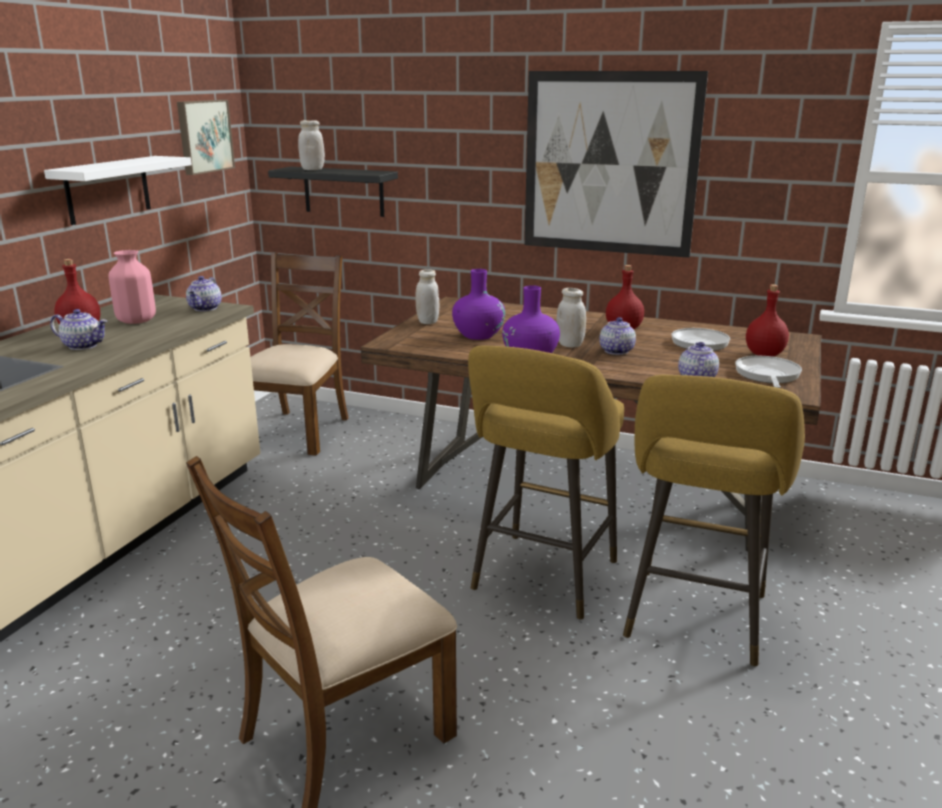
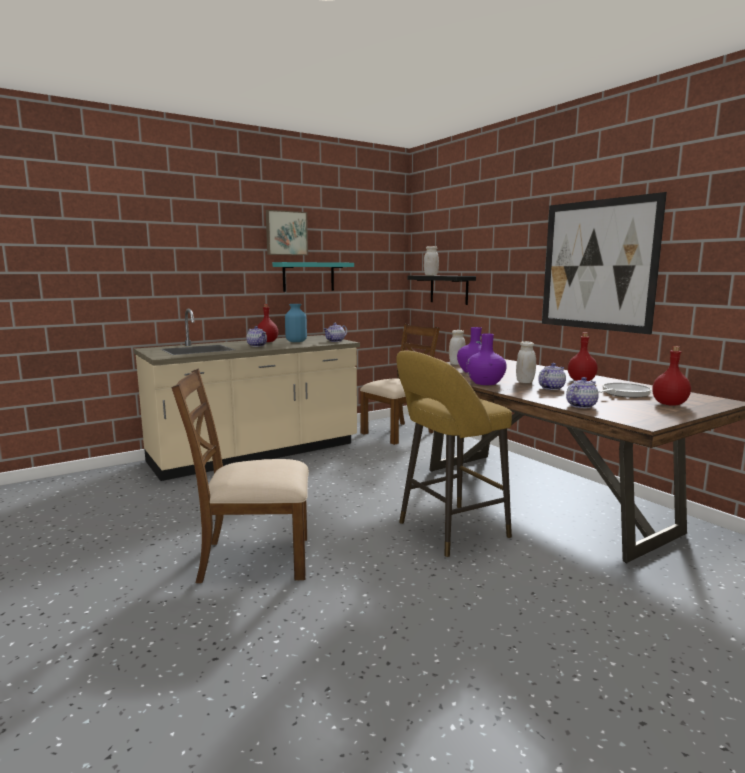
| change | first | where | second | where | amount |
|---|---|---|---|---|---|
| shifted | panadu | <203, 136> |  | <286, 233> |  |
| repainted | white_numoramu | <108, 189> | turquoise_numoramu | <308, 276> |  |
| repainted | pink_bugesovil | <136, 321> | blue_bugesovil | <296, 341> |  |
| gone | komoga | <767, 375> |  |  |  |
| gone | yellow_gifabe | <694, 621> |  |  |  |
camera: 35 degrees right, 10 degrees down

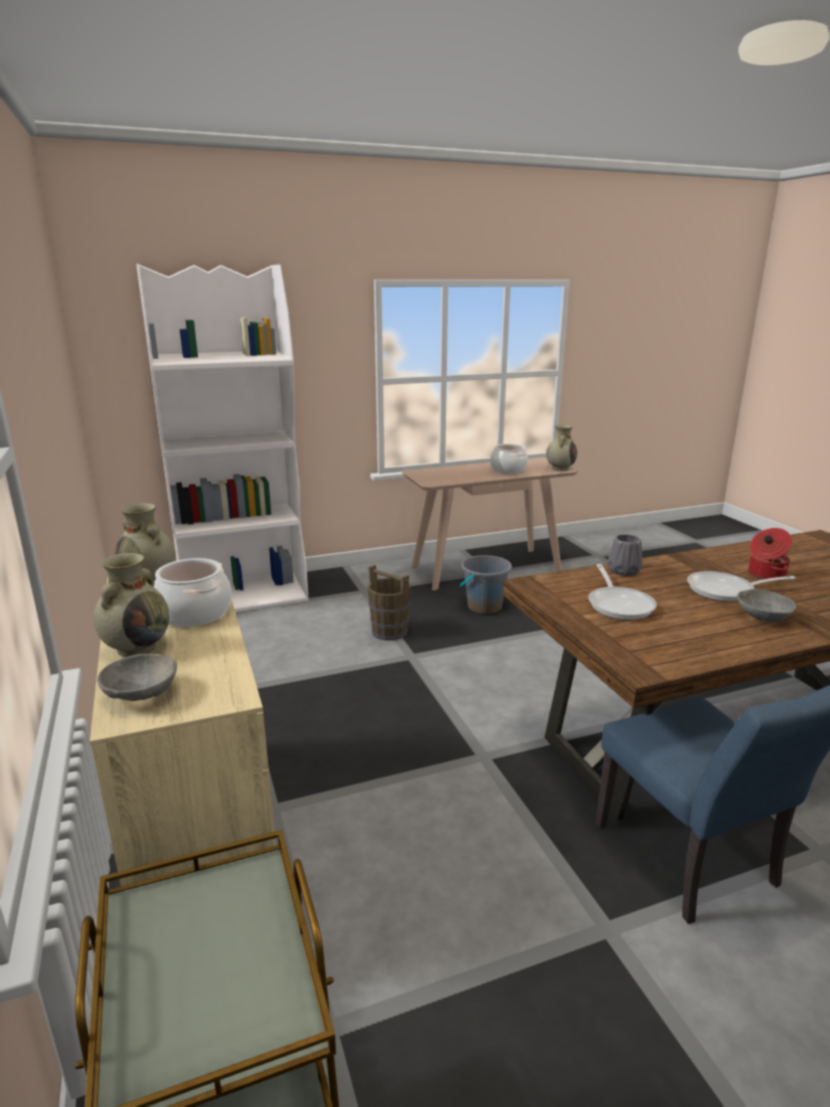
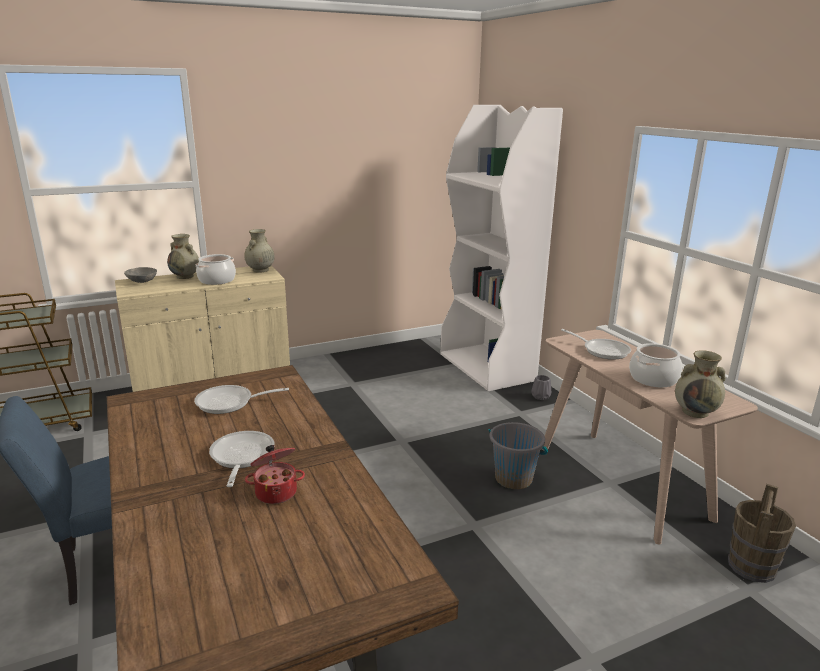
| change | first | where | second | where | amount |
|---|---|---|---|---|---|
| shifted | grey_bugesovil | <622, 571> |  | <541, 396> |  |
| shifted | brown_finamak | <389, 632> |  | <751, 566> |  |
| gone | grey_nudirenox | <761, 618> |  |  |  |
| new |  |  | komoga | <602, 350> |  |
camera: 85 degrees right, 0 degrees up

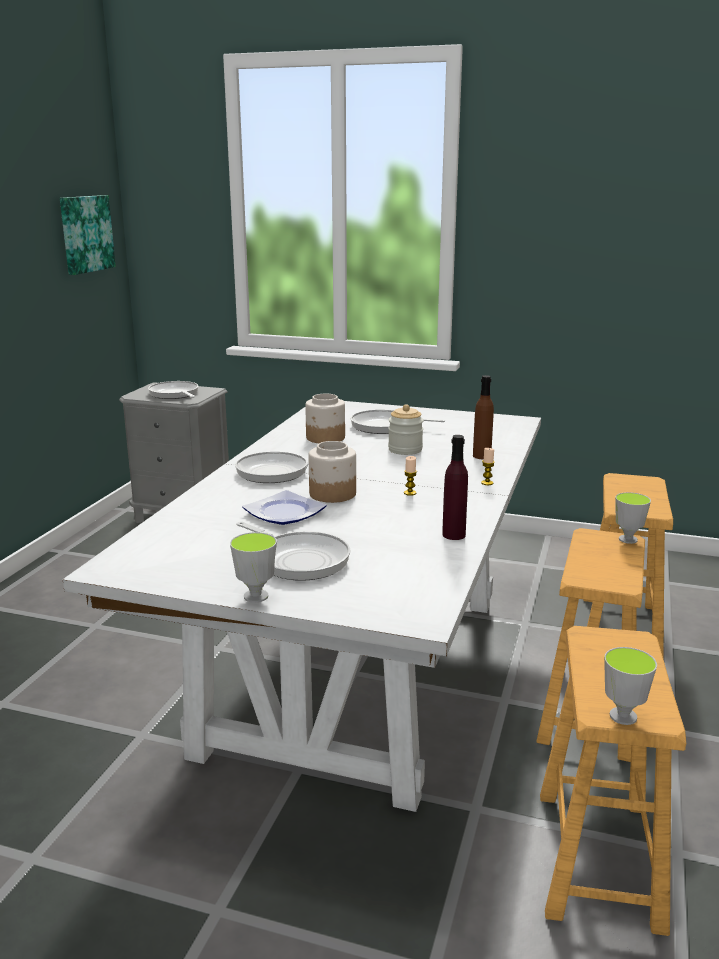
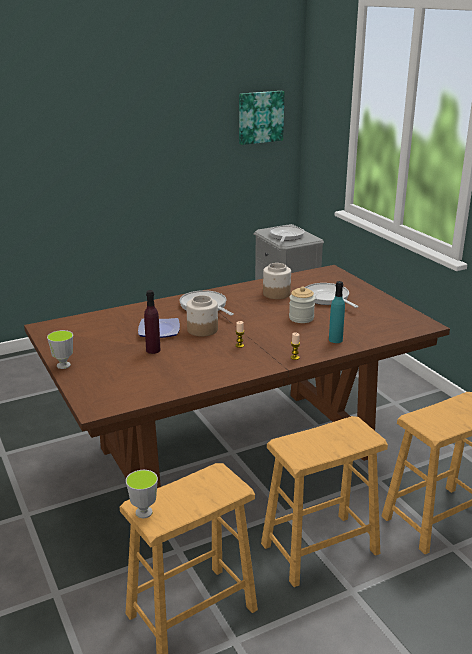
| change | first | where | second | where | amount |
|---|---|---|---|---|---|
| repainted | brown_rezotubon | <481, 456> | turquoise_rezotubon | <335, 340> |  |
| repainted | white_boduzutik | <359, 672> | brown_boduzutik | <234, 453> |  |
| shifted | purple_rezotubon | <453, 535> |  | <153, 350> |  |
| gone | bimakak | <628, 539> |  |  |  |
| gone | komoga | <299, 559> |  |  |  |
camera: 45 degrees right, 5 degrees up

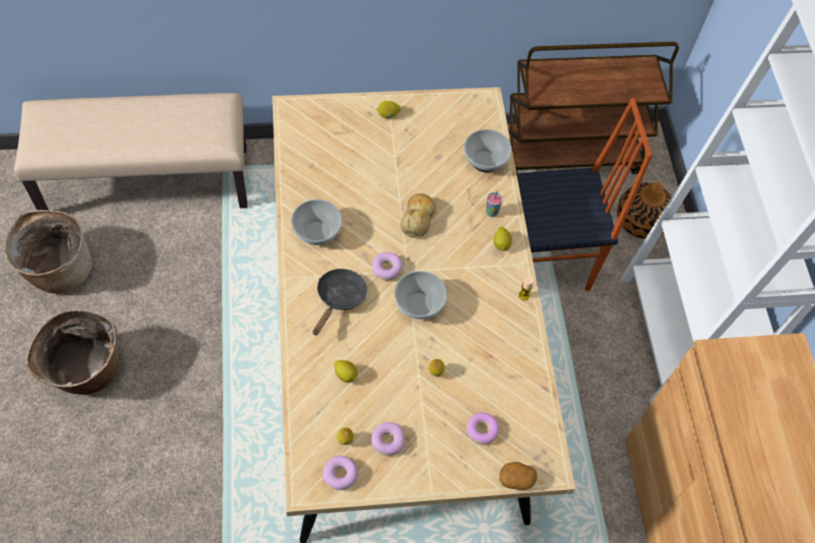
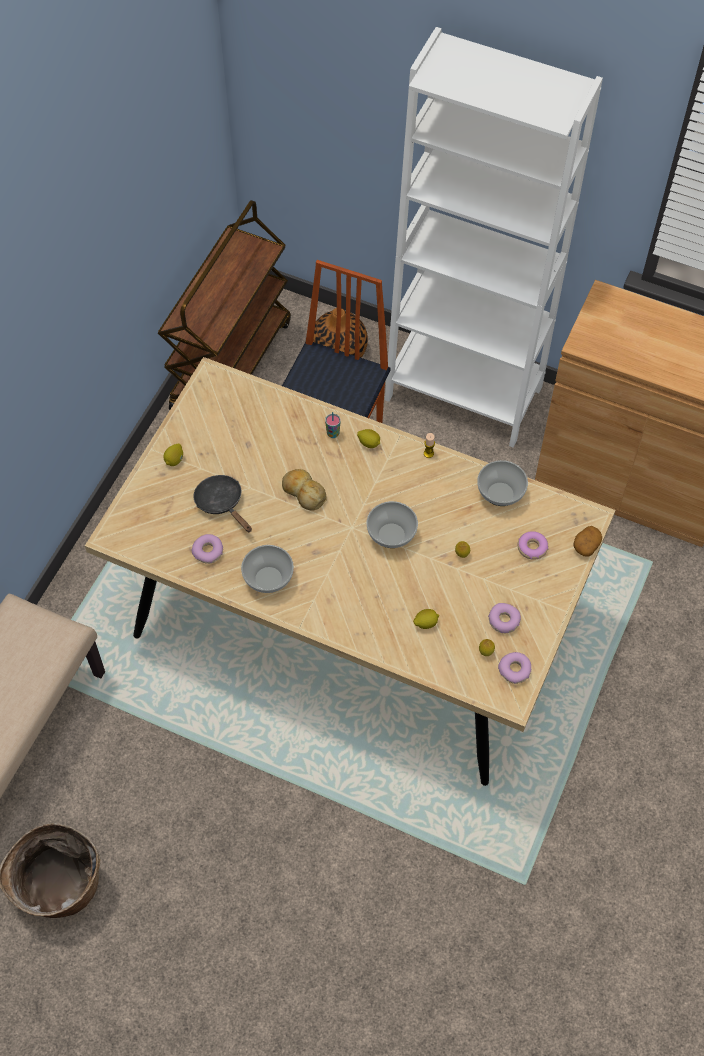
| change | first | where | second | where | amount |
|---|---|---|---|---|---|
| shifted | nudirenox | <484, 162> |  | <500, 495> |  |
| shifted | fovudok | <387, 269> |  | <208, 551> |  |
| shifted | black_komoga | <339, 298> |  | <222, 503> |  |
| gone | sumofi | <85, 372> |  |  |  |
camera: 55 degrees left, 0 degrees up

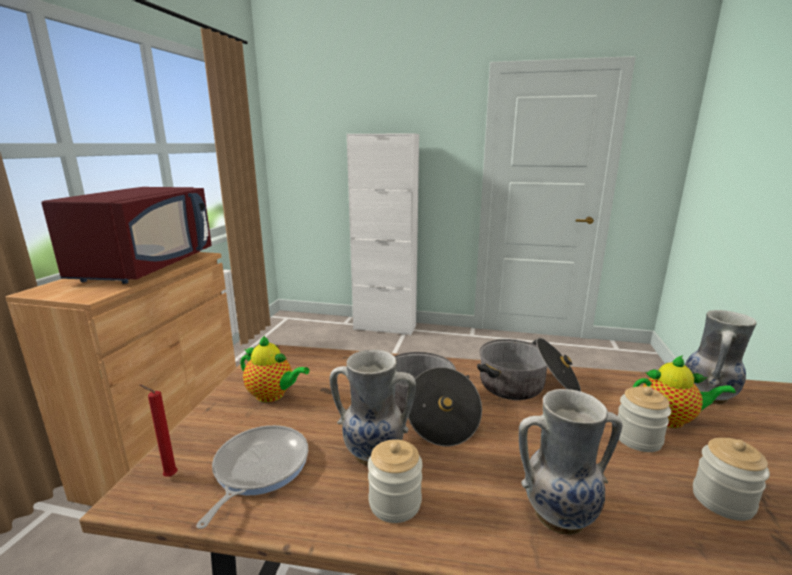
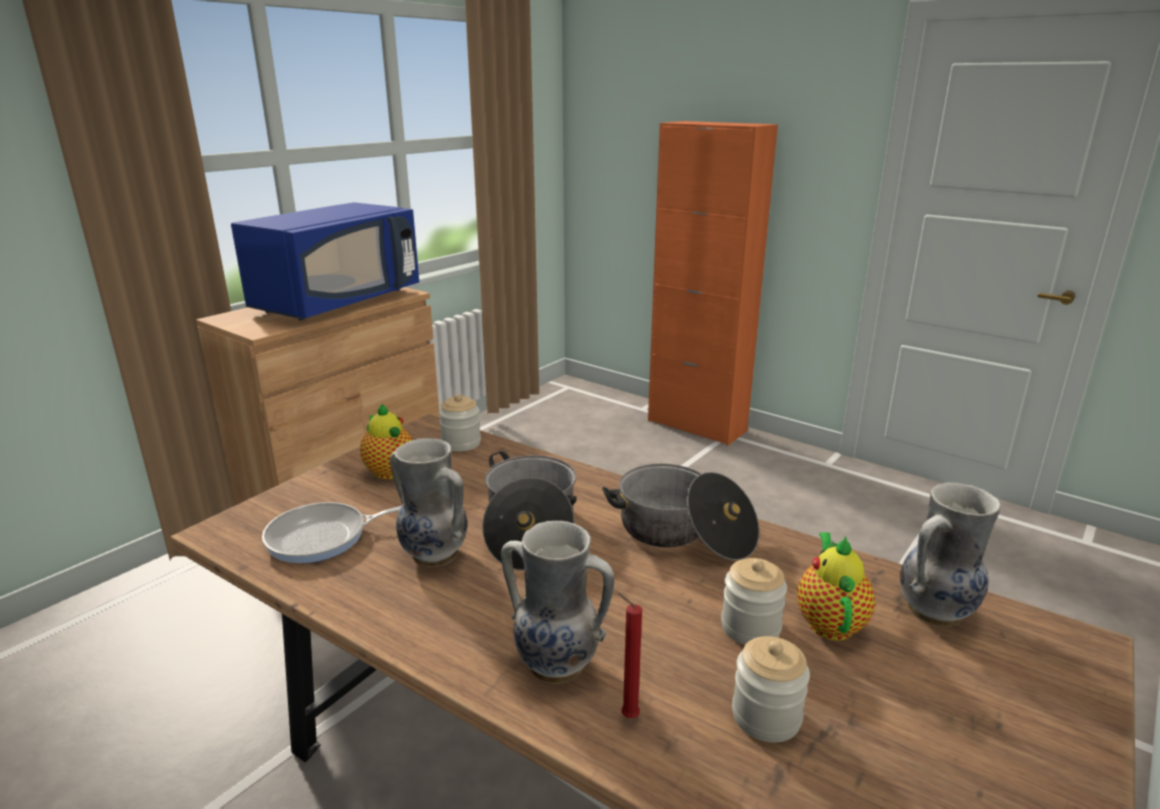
| change | first | where | second | where | amount |
|---|---|---|---|---|---|
| repainted | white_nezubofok | <385, 327> | orange_nezubofok | <696, 426> |  |
| repainted | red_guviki | <147, 267> | blue_guviki | <338, 302> |  |
| rotated | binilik | <670, 419> |  | <829, 621> | 120 degrees counterclockwise |
| shifted | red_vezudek | <168, 476> |  | <627, 716> |  |
| rotated | komoga | <258, 469> |  | <323, 537> | 150 degrees counterclockwise |
| shifted | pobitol | <395, 502> |  | <461, 443> |  |
camera: 25 degrees right, 5 degrees up

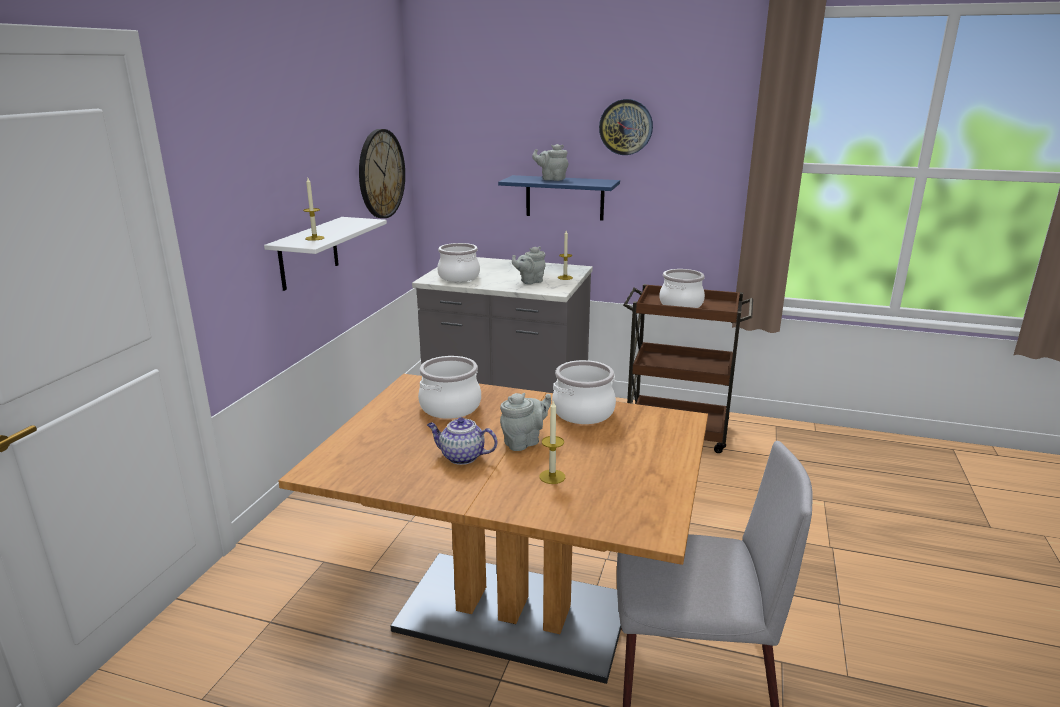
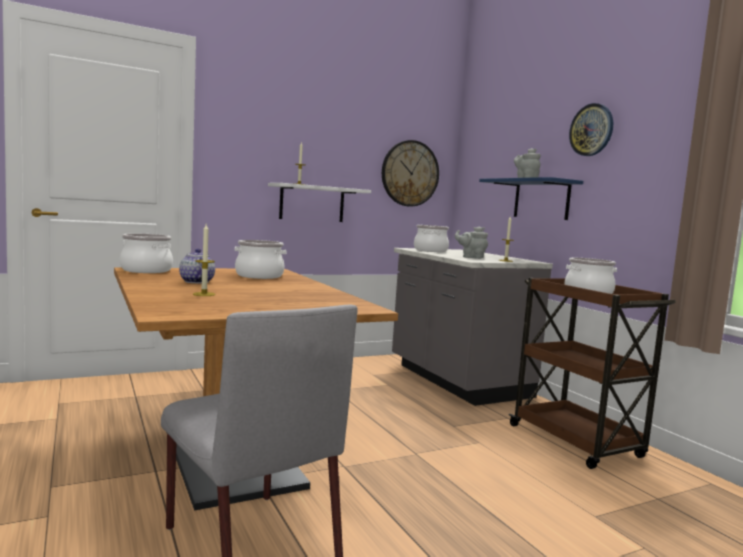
| change | first | where | second | where | amount |
|---|---|---|---|---|---|
| shifted | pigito | <583, 412> |  | <146, 270> |  |
| gone | grey_binilik | <524, 442> |  |  |  |
camera: 45 degrees right, 15 degrees down

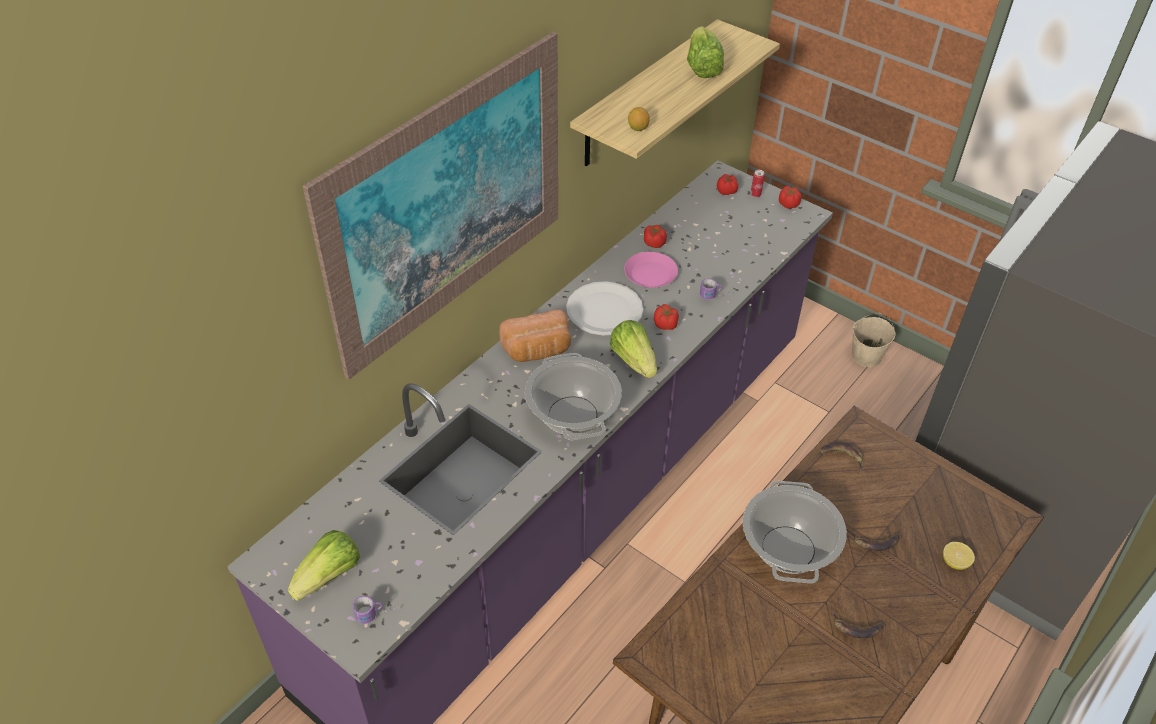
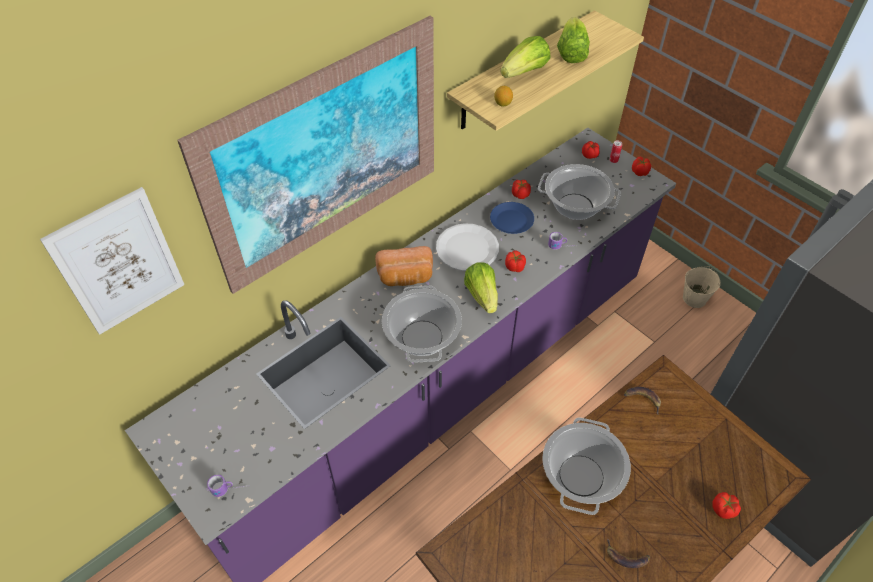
| change | first | where | second | where | amount |
|---|---|---|---|---|---|
| repainted | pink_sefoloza | <650, 274> | blue_sefoloza | <511, 221> |  |
| shifted | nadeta | <329, 576> |  | <525, 72> |  |
| gone | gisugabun | <876, 542> |  |  |  |
| swapped | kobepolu | <955, 562> | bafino | <723, 509> |  |
| new |  |  | pigito | <576, 206> |  |
| new |  |  | panadu | <118, 263> |  |
camera: 10 degrees right, 5 degrees up

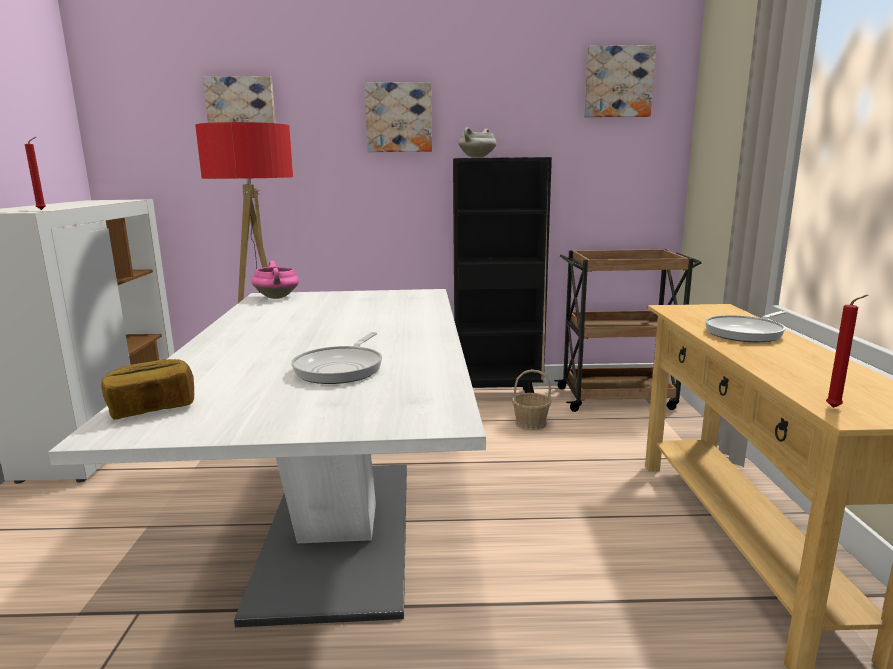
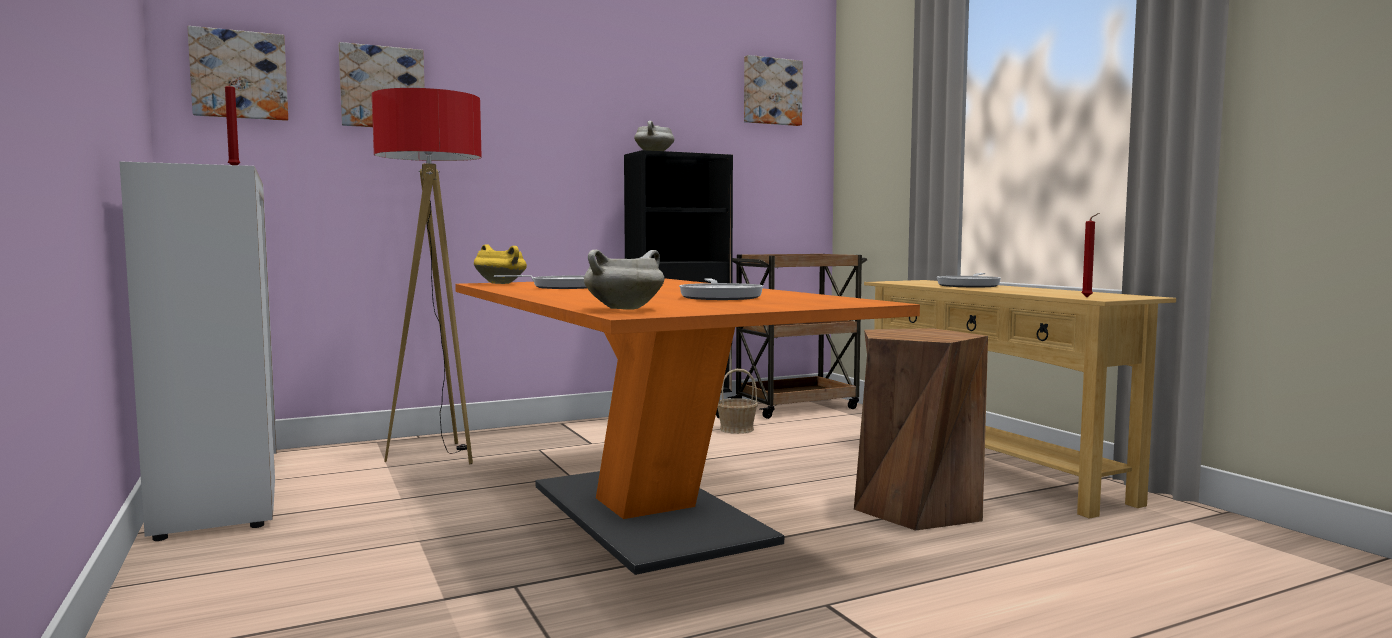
| change | first | where | second | where | amount |
|---|---|---|---|---|---|
| shifted | panadu | <399, 118> |  | <239, 75> |  |
| repainted | pink_pigito | <277, 297> | yellow_pigito | <502, 283> |  |
| repainted | white_boduzutik | <338, 532> | orange_boduzutik | <647, 512> |  |
| swapped | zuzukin | <152, 408> | white_pigito | <624, 309> |  |
| new |  |  | komoga | <562, 287> |  |
| new |  |  | brown_gifabe | <917, 509> |  |
camera: 25 degrees left, 10 degrees down

